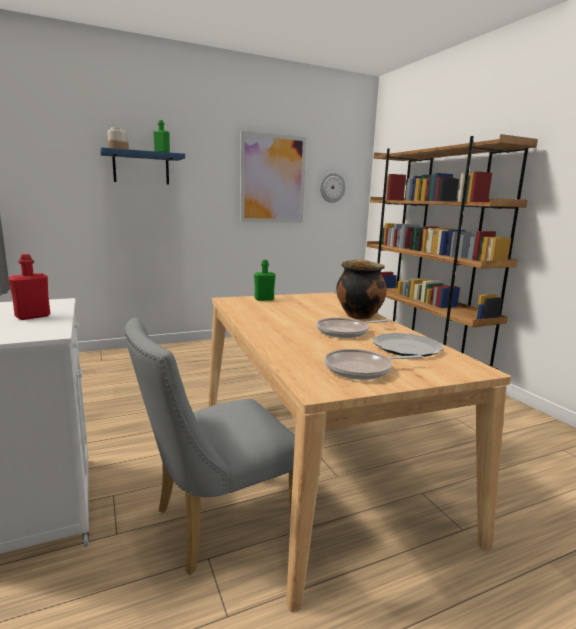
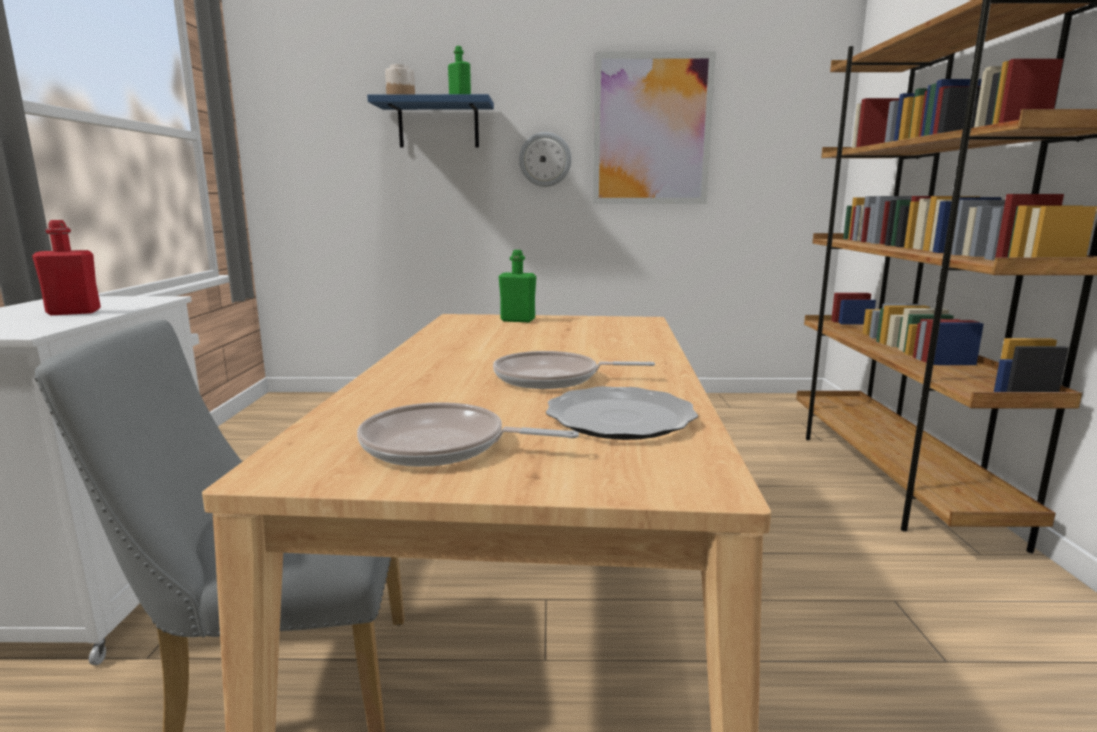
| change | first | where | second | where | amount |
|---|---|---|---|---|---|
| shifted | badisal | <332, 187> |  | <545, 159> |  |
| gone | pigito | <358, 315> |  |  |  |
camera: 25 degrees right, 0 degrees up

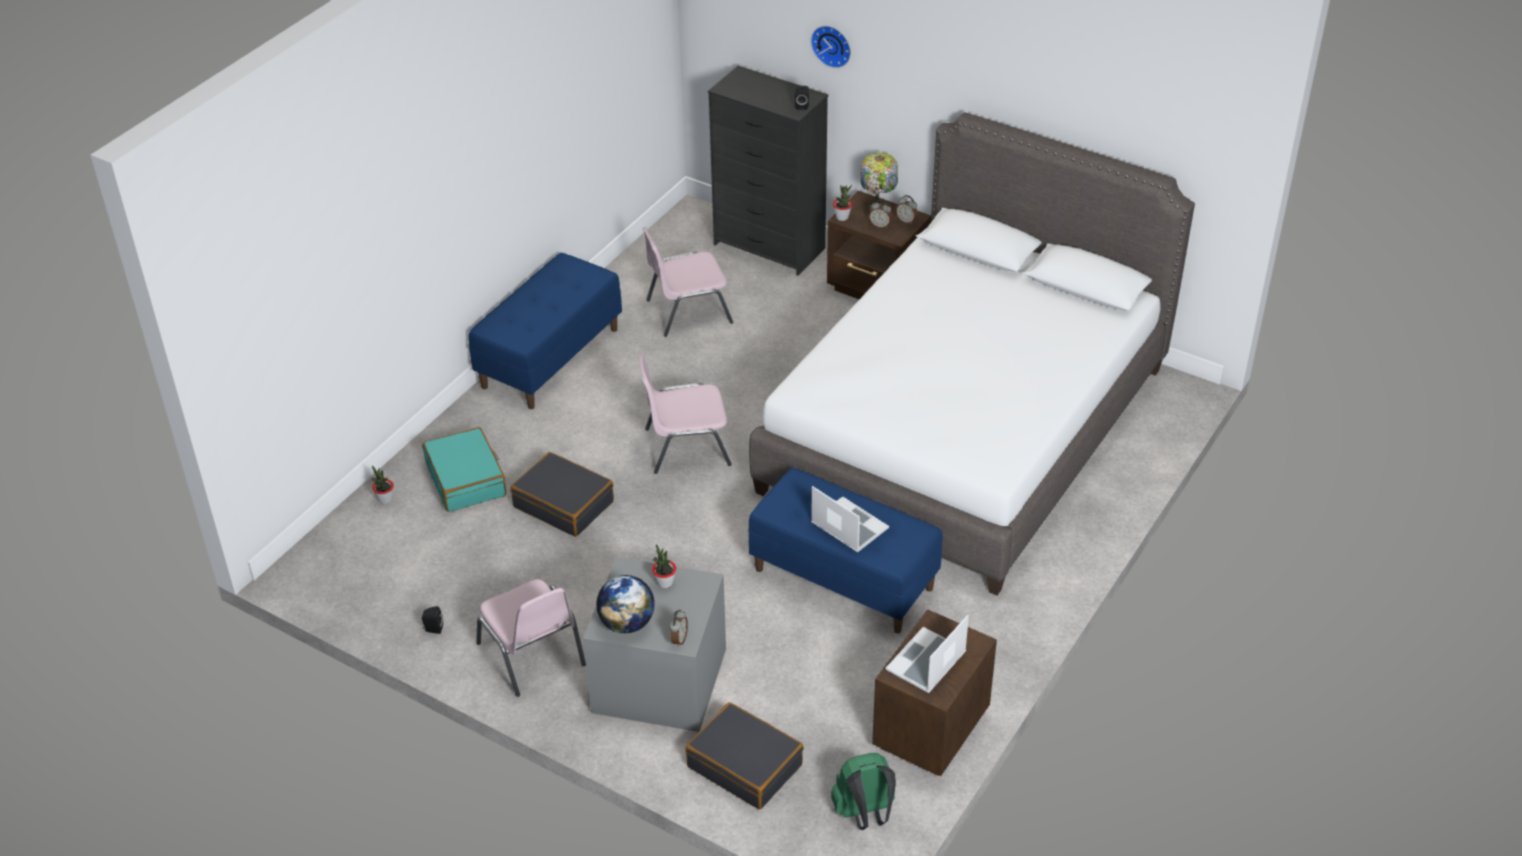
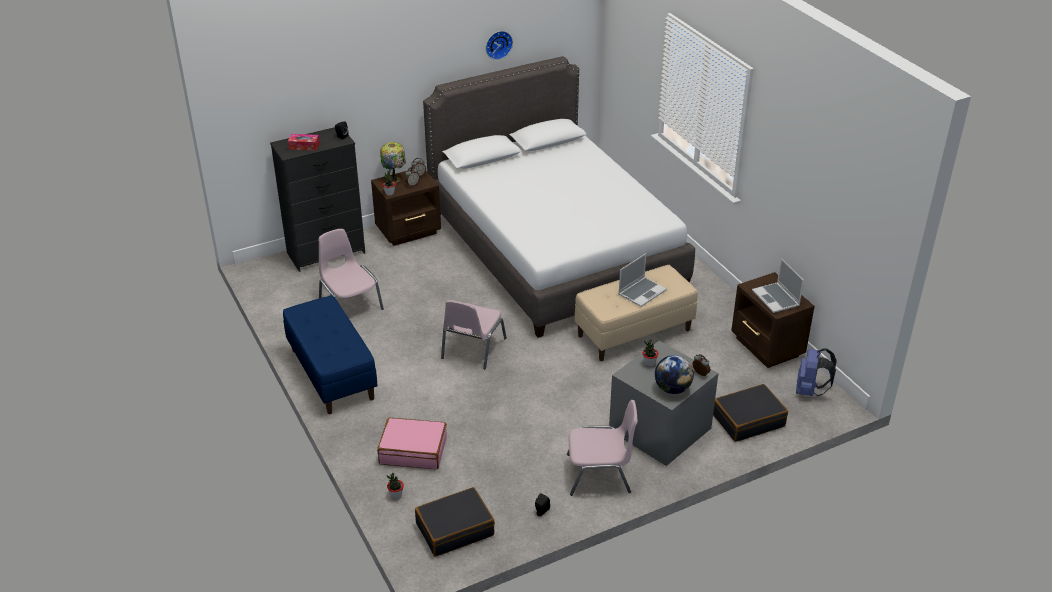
| change | first | where | second | where | amount |
|---|---|---|---|---|---|
| shifted | badisal | <832, 45> |  | <498, 44> |  |
| rotated | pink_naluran | <687, 311> |  | <350, 304> | 135 degrees clockwise |
| repainted | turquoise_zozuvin | <466, 479> | pink_zozuvin | <413, 450> |  |
| shifted | black_zozuvin | <564, 504> |  | <455, 529> |  |
| repainted | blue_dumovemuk | <845, 578> | beige_dumovemuk | <634, 332> |  |
| rotated | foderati | <848, 526> |  | <642, 292> | 150 degrees clockwise |
| repainted | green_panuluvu | <865, 814> | blue_panuluvu | <810, 391> |  |
| new |  |  | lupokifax | <304, 146> |  |
camera: 60 degrees left, 5 degrees down

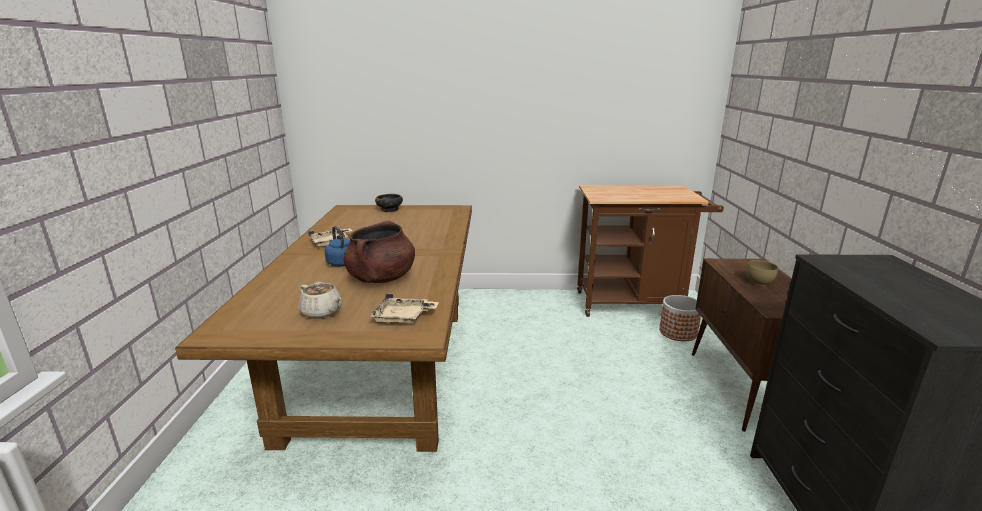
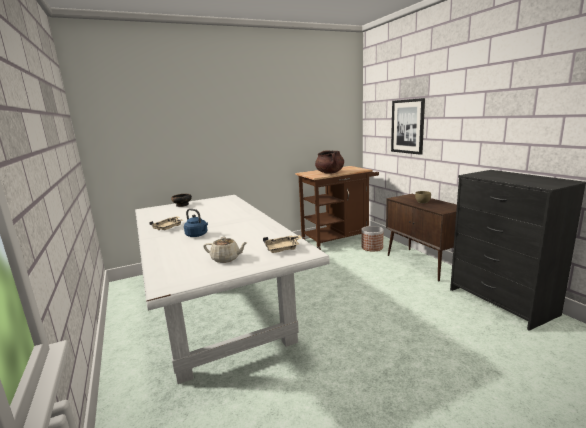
| change | first | where | second | where | amount |
|---|---|---|---|---|---|
| repainted | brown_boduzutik | <381, 369> | white_boduzutik | <217, 312> |  |
| shifted | brown_pigito | <381, 278> |  | <330, 173> |  |
| new |  |  | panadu | <407, 126> |  |
camera: 25 degrees left, 5 degrees down

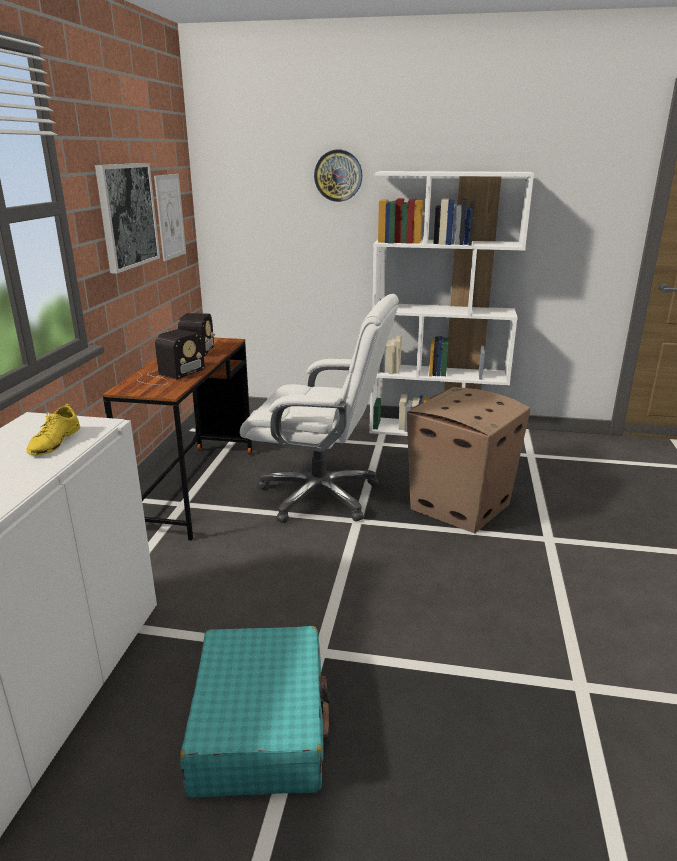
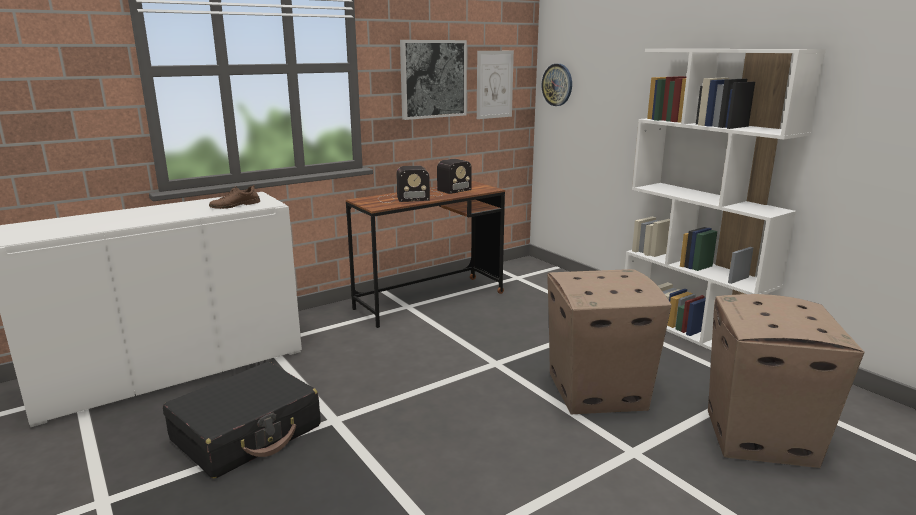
| change | first | where | second | where | amount |
|---|---|---|---|---|---|
| shifted | badisal | <338, 175> |  | <557, 85> |  |
| gone | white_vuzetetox | <320, 495> |  |  |  |
| repainted | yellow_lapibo | <54, 442> | brown_lapibo | <235, 205> |  |
| repainted | turquoise_zozuvin | <260, 724> | black_zozuvin | <247, 433> |  |
| new |  |  | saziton | <760, 437> |  |
camera: 45 degrees right, 5 degrees down

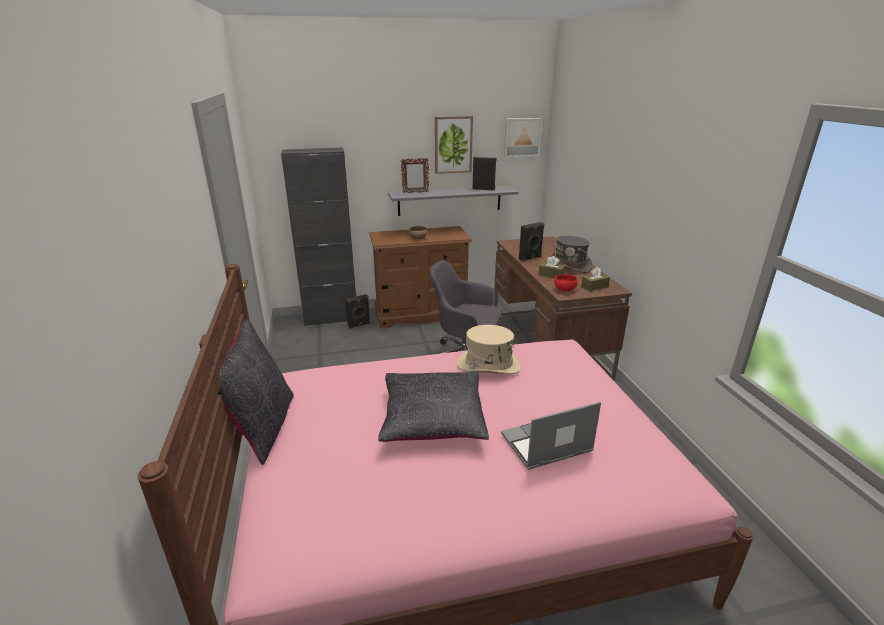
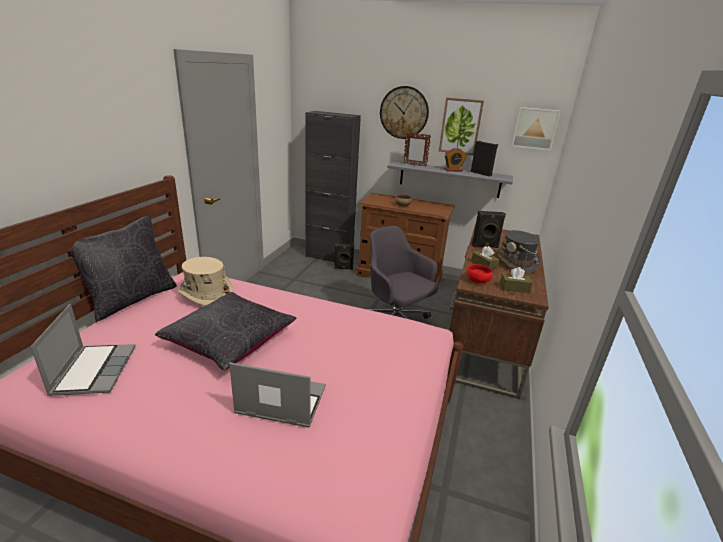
| change | first | where | second | where | amount |
|---|---|---|---|---|---|
| shifted | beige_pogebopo | <488, 366> |  | <206, 295> |  |
| new |  |  | badisal | <404, 112> |  |
| new |  |  | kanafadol | <453, 170> |  |
| new |  |  | foderati | <94, 370> |  |
camera: 30 degrees right, 0 degrees up

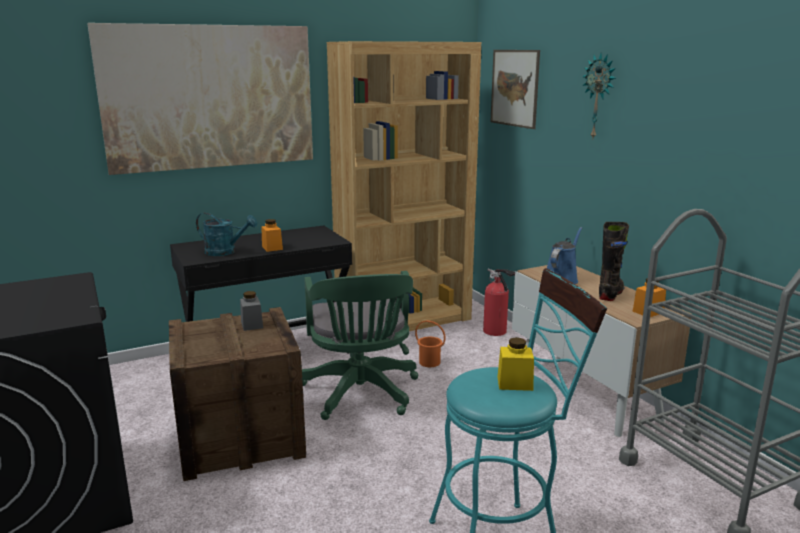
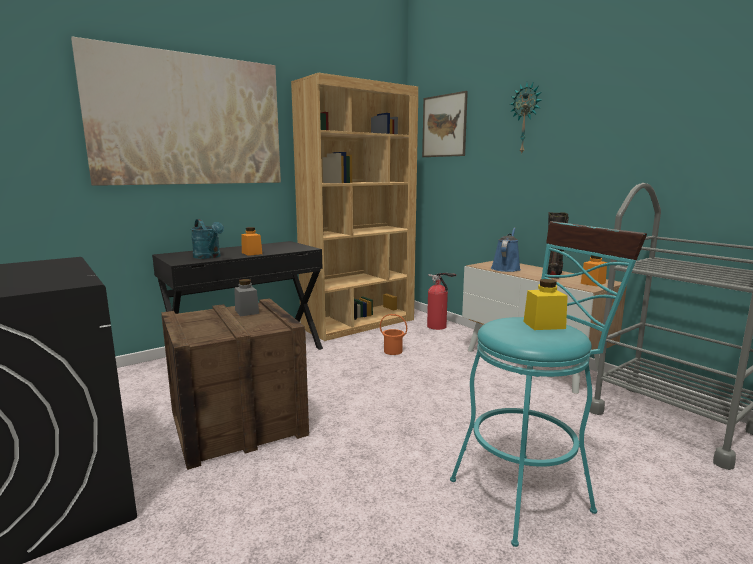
| change | first | where | second | where | amount |
|---|---|---|---|---|---|
| rotated | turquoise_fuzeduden | <226, 252> |  | <209, 257> | 45 degrees clockwise |
| gone | green_vuzetetox | <361, 394> |  |  |  |
camera: 10 degrees left, 5 degrees down

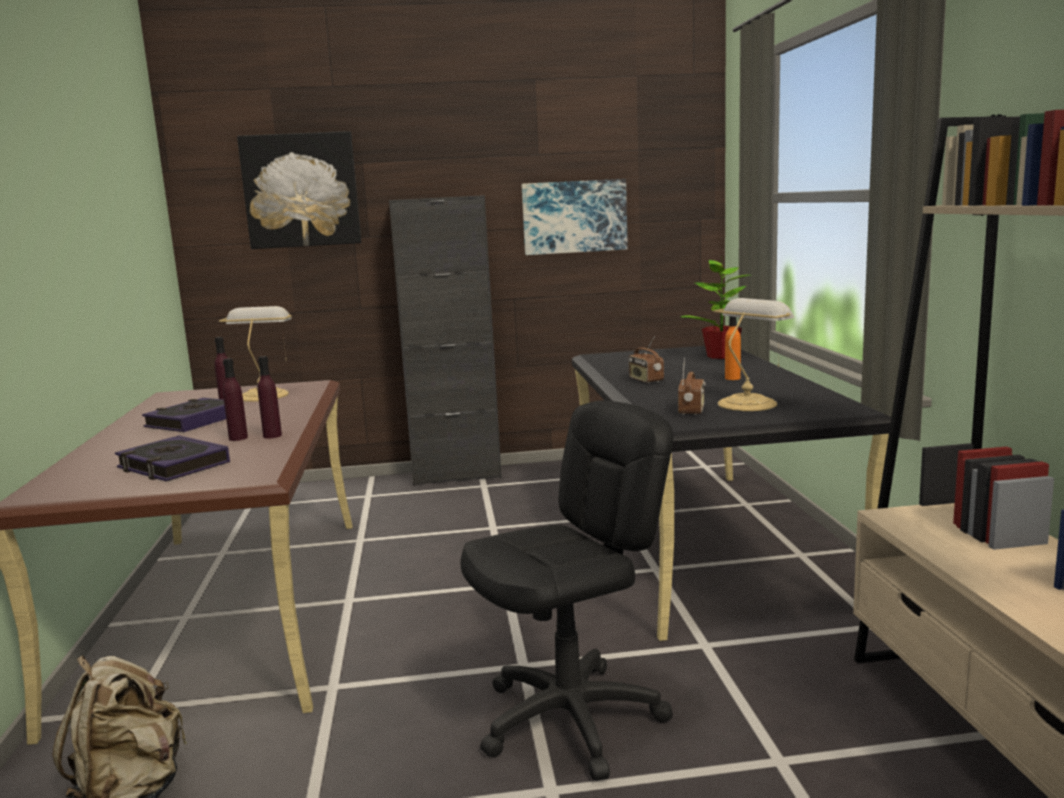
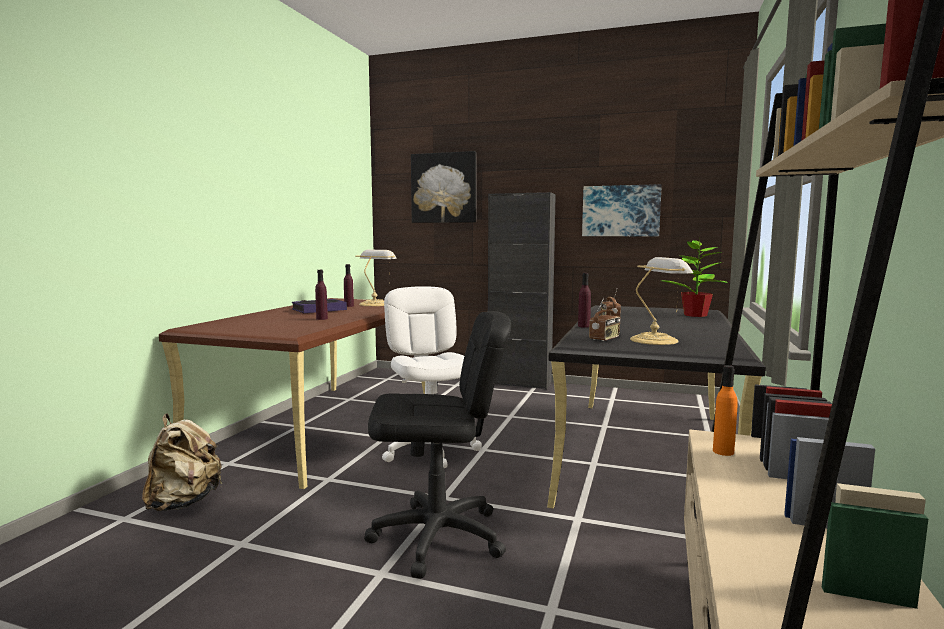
| change | first | where | second | where | amount |
|---|---|---|---|---|---|
| shifted | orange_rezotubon | <732, 378> |  | <723, 451> |  |
| shifted | purple_rezotubon | <272, 436> |  | <584, 326> |  |
| gone | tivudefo | <173, 466> |  |  |  |
| new |  |  | white_vuzetetox | <430, 449> |  |
camera: 25 degrees right, 5 degrees down

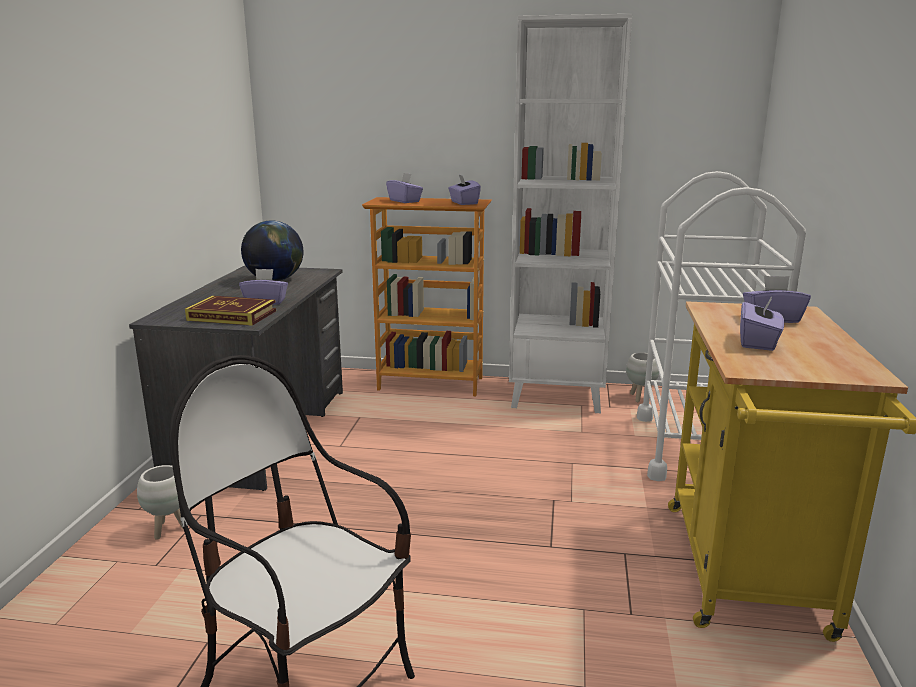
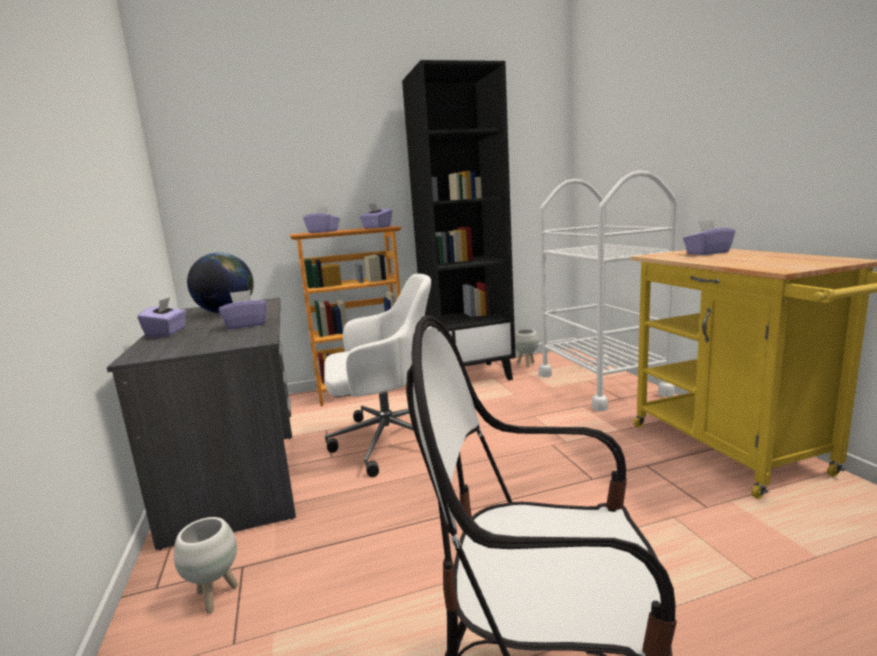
| change | first | where | second | where | amount |
|---|---|---|---|---|---|
| repainted | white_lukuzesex | <557, 396> | black_lukuzesex | <469, 376> |  |
| gone | tivudefo | <232, 315> |  |  |  |
| shifted | purple_lupokifax | <758, 342> |  | <167, 333> |  |
| new |  |  | white_vuzetetox | <386, 441> |  |
camera: 25 degrees left, 5 degrees down

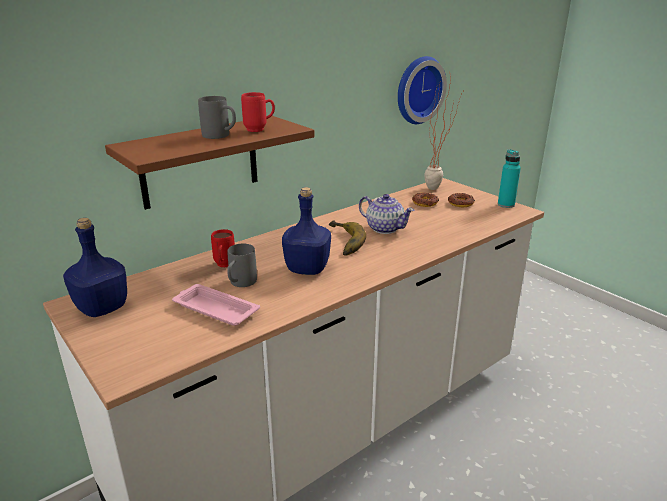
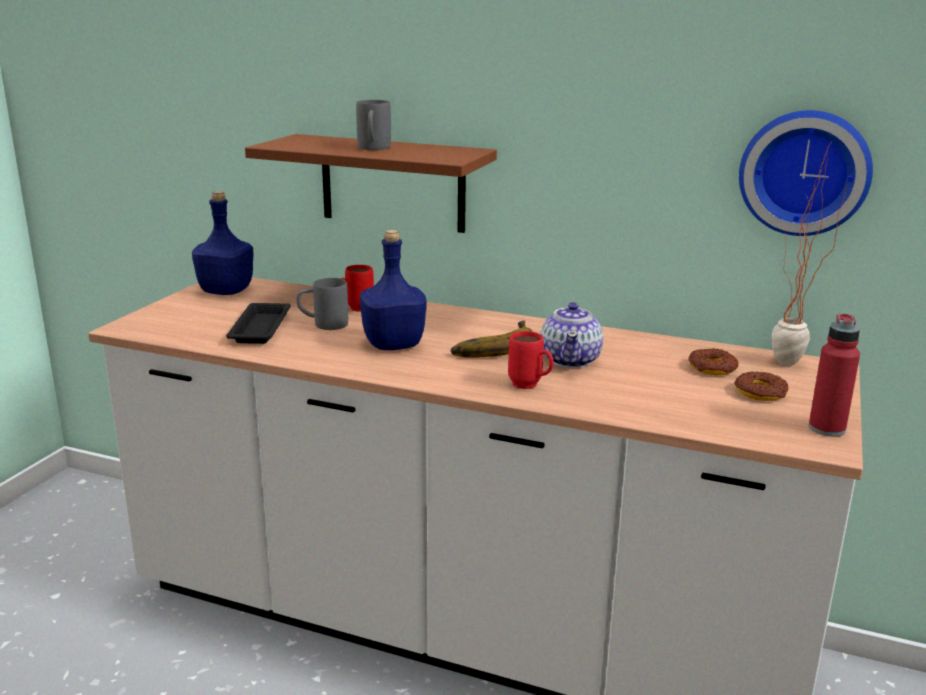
| change | first | where | second | where | amount |
|---|---|---|---|---|---|
| shifted | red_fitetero | <260, 129> |  | <530, 386> |  |
| repainted | turquoise_rezotubon | <506, 205> | red_rezotubon | <826, 429> |  |
| repainted | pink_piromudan | <214, 309> | black_piromudan | <261, 328> |  |
camera: 60 degrees right, 5 degrees down

